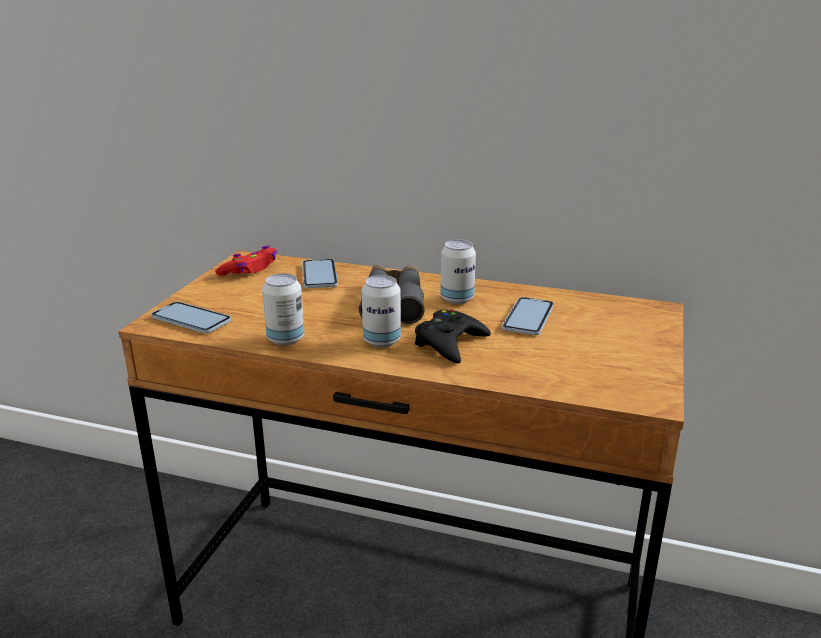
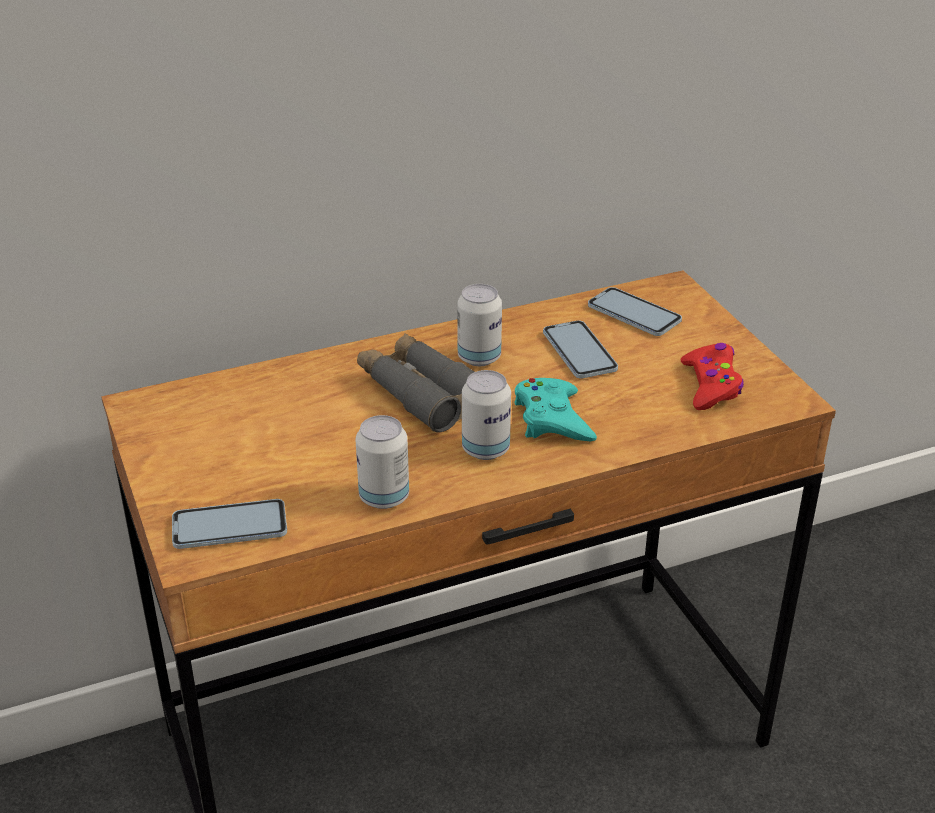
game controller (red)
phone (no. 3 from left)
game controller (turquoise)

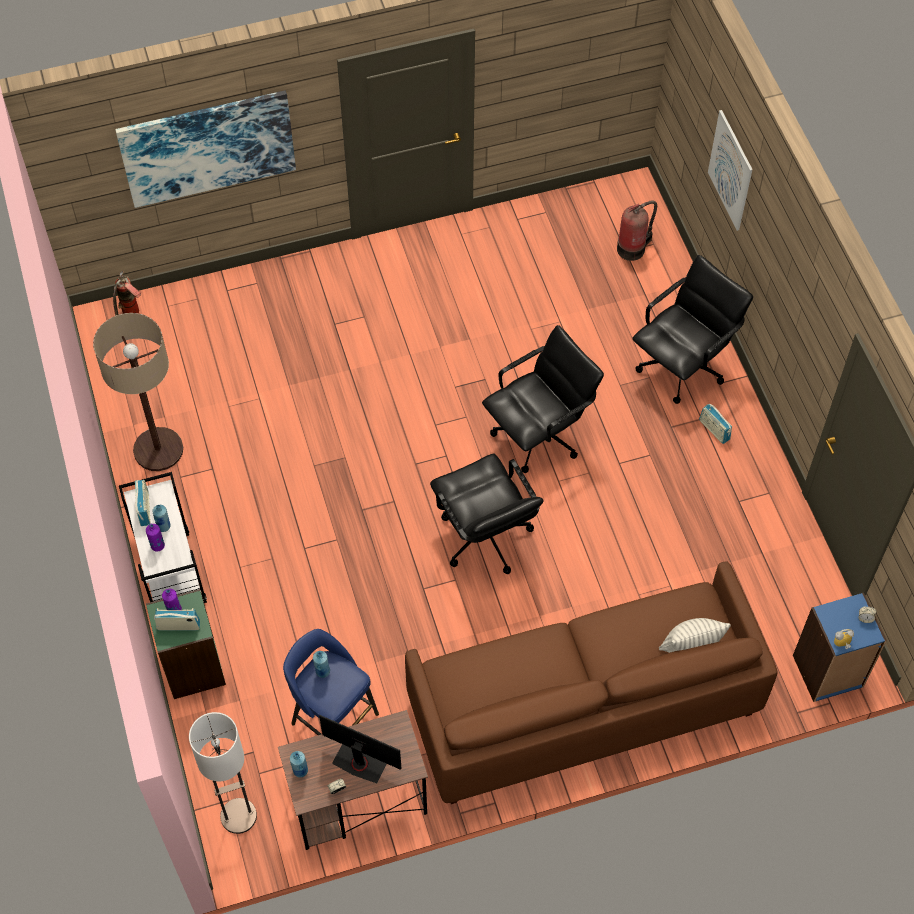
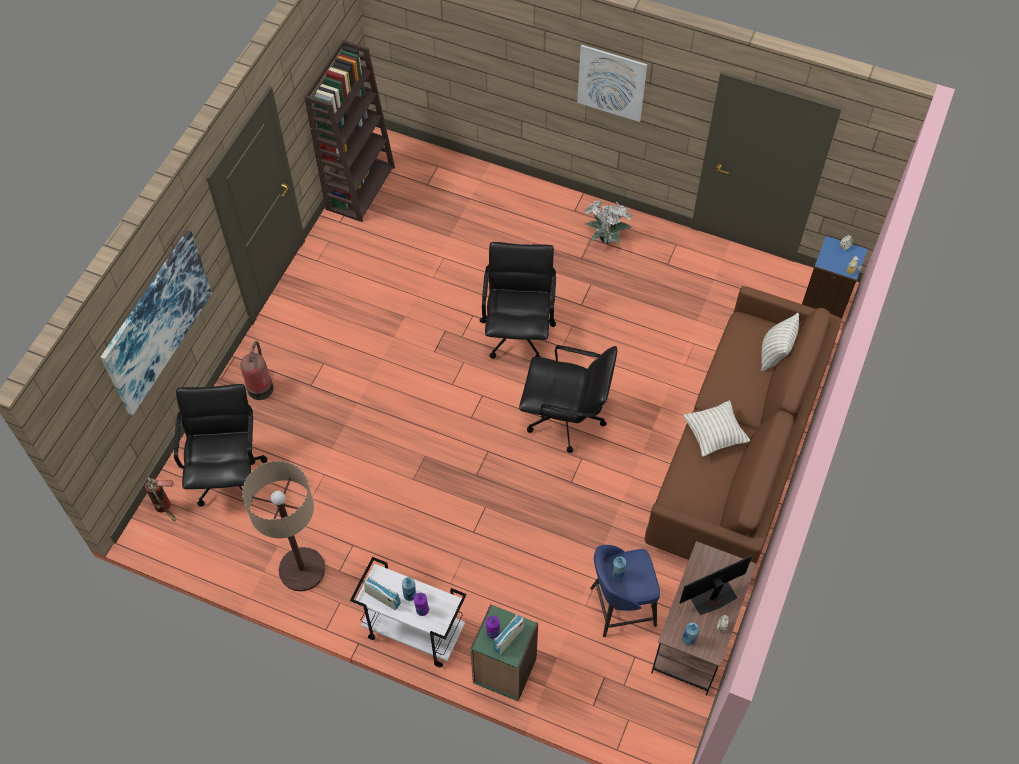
floor lamp (no. 2 from left in the first image)
fire extinguisher (no. 2 from left)
office chair (black) (no. 1 from left)
potted plant
picture (no. 2 from left)
bookcase (brown)
pillow (no. 1 from left)

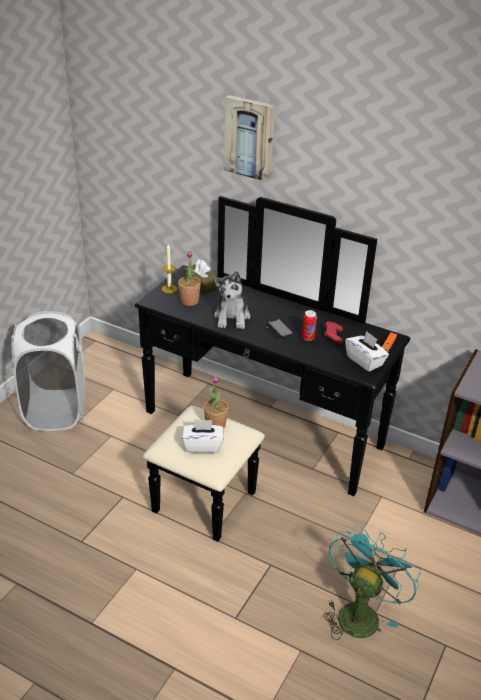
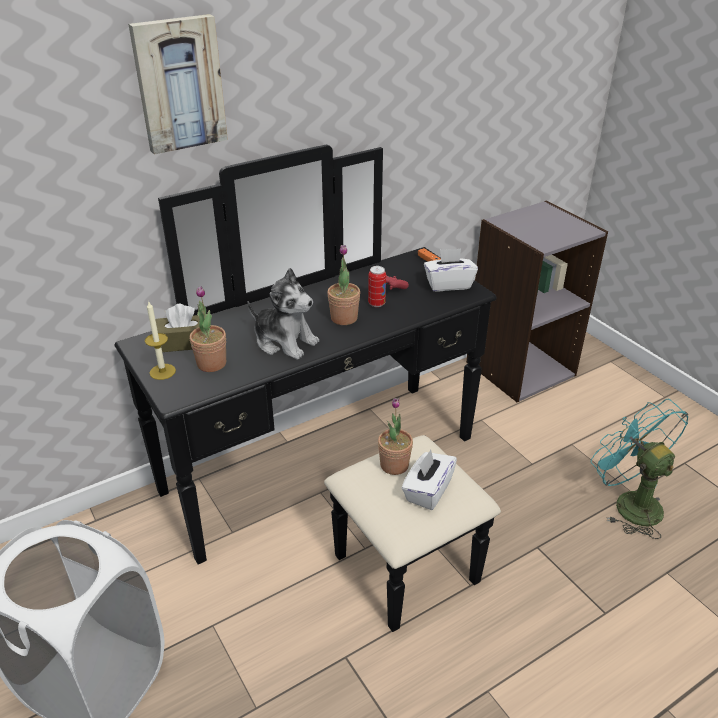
potted plant (no. 2 from left)

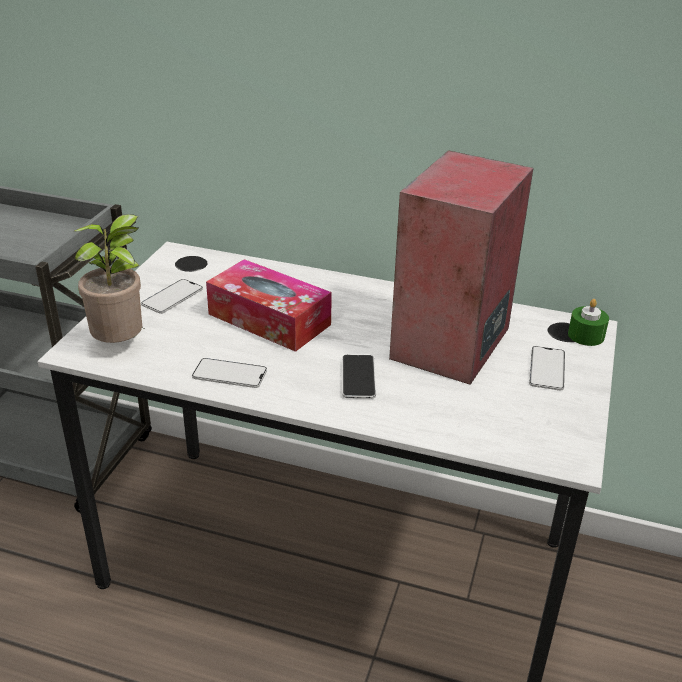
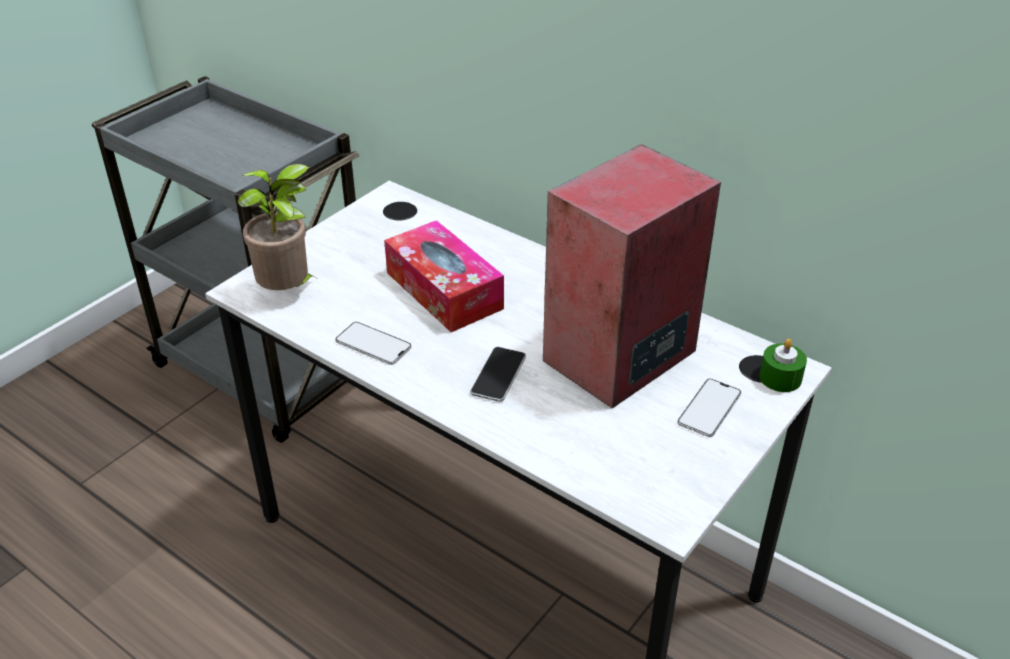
phone (no. 1 from left in the first image)

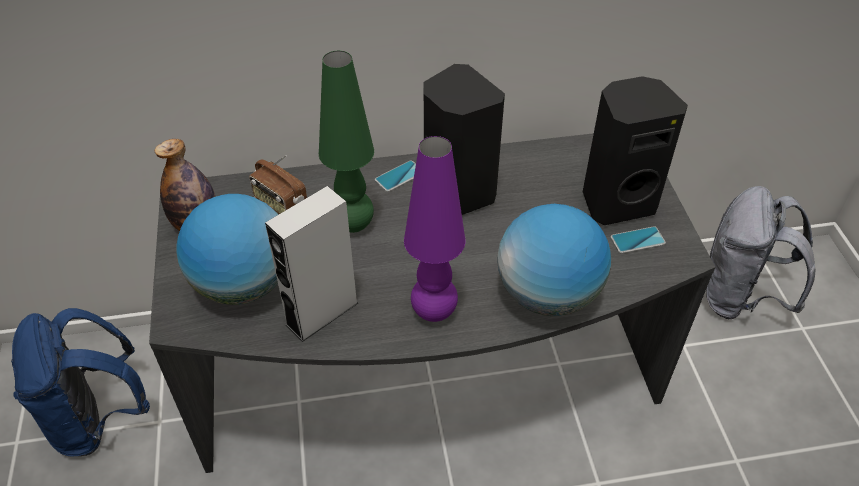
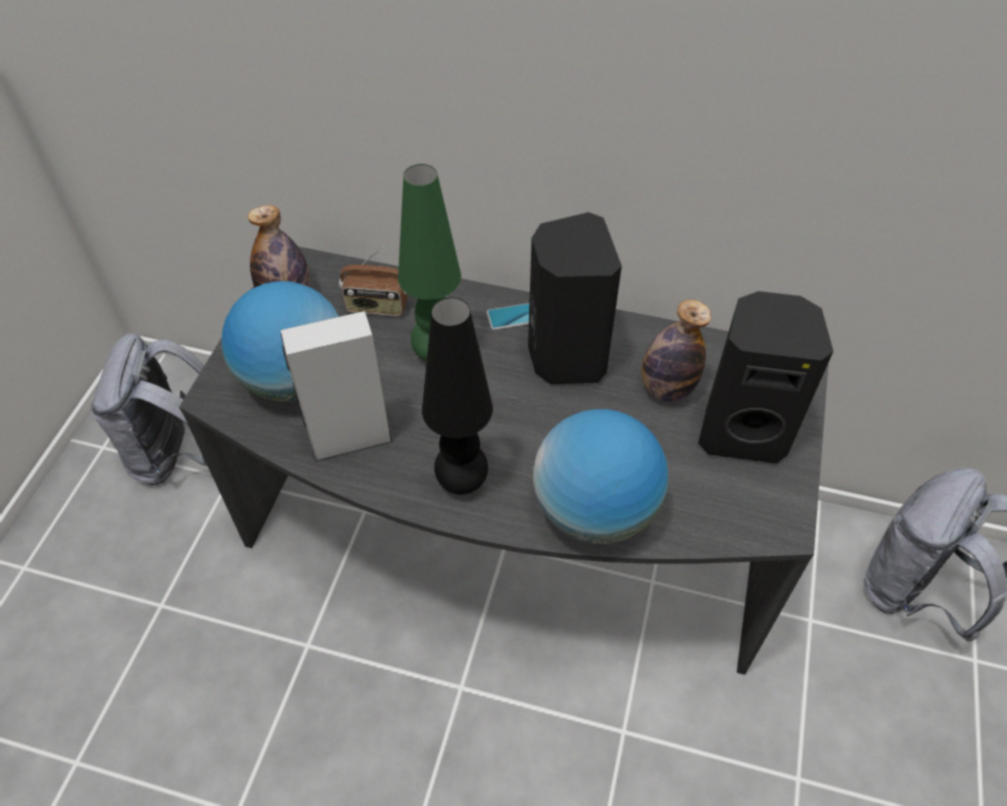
backpack (grey) (no. 1 from left)
radio
table lamp (black)
phone (no. 2 from left in the first image)
bottle (no. 2 from left)

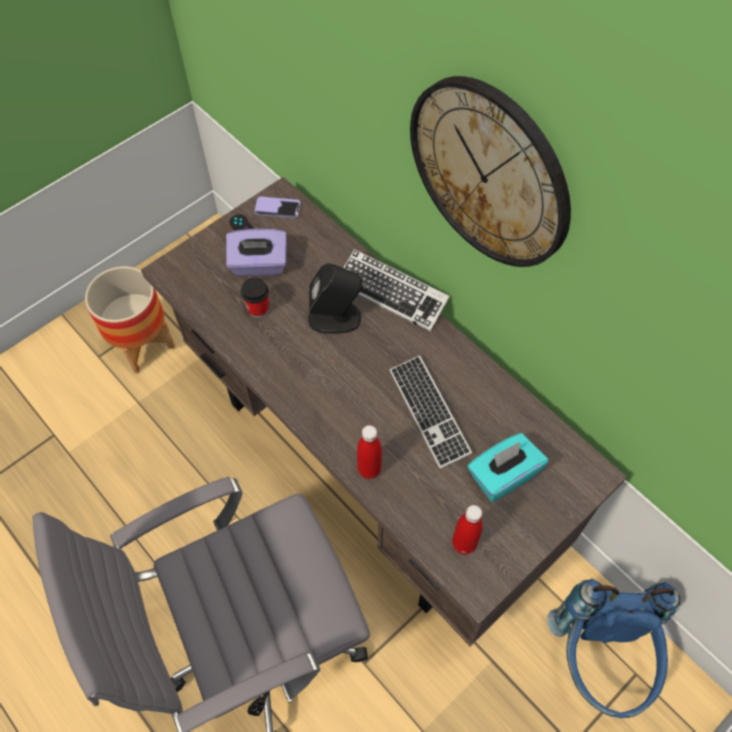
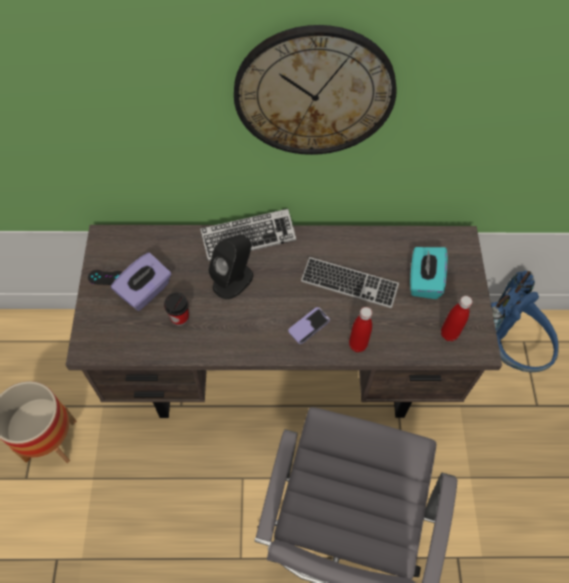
phone

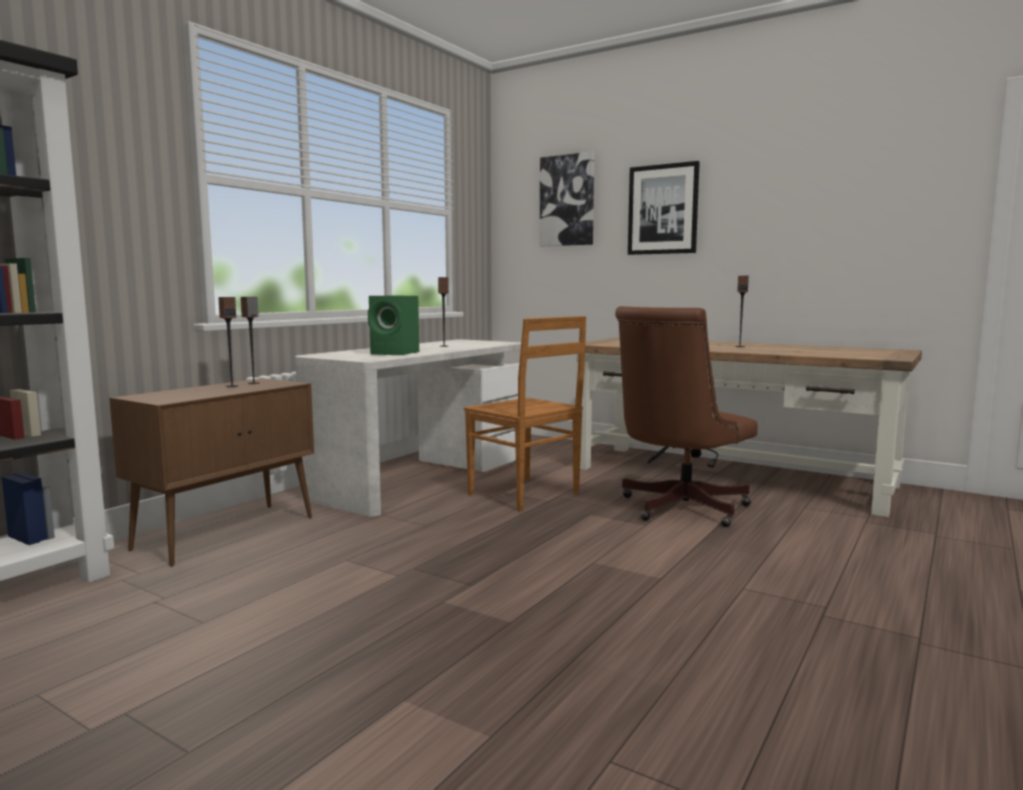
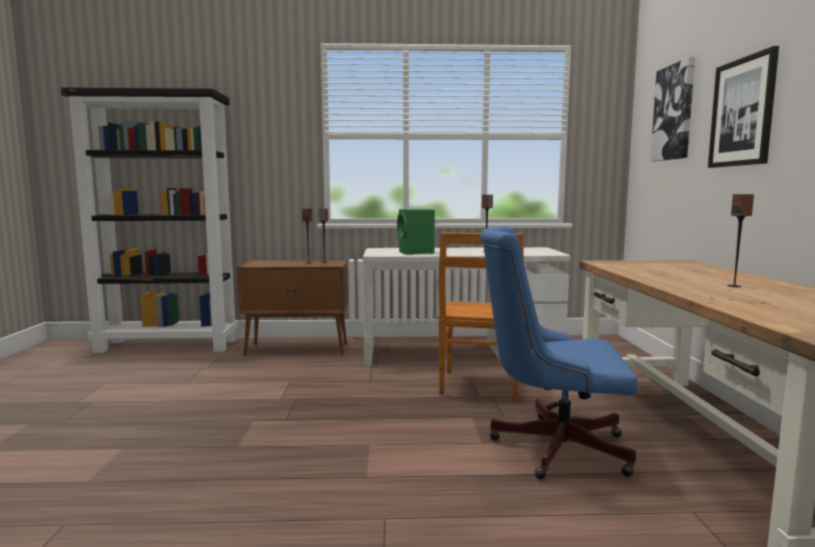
office chair (blue)

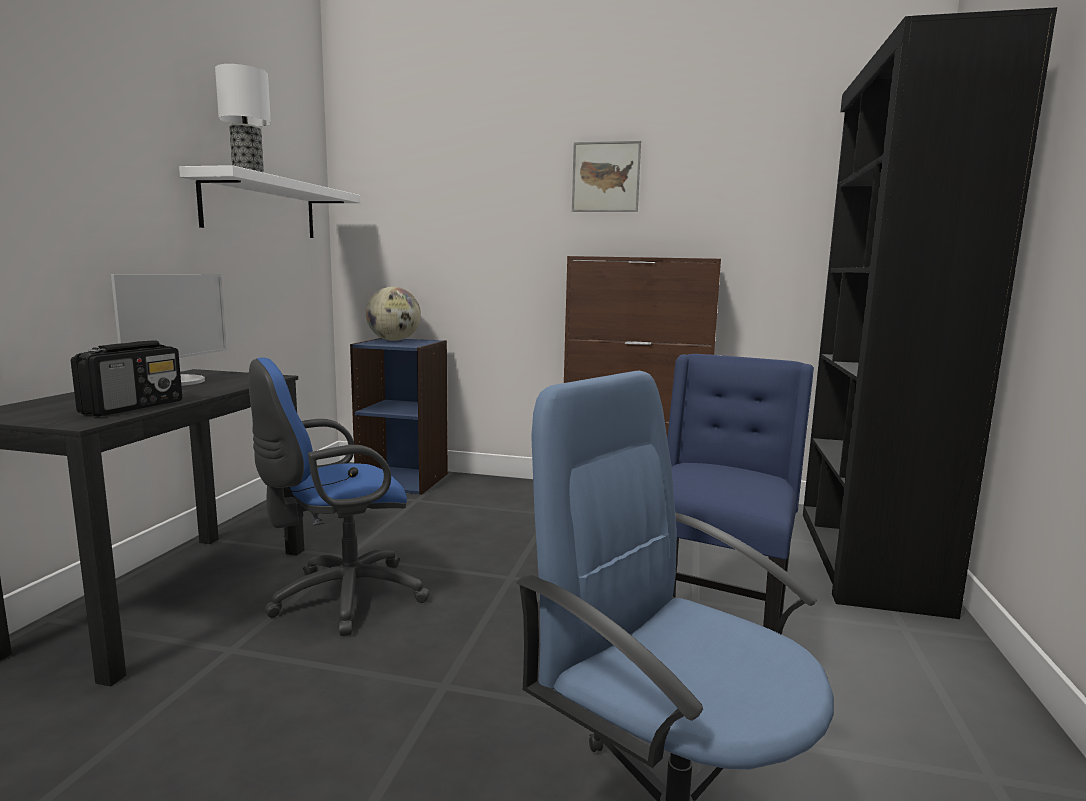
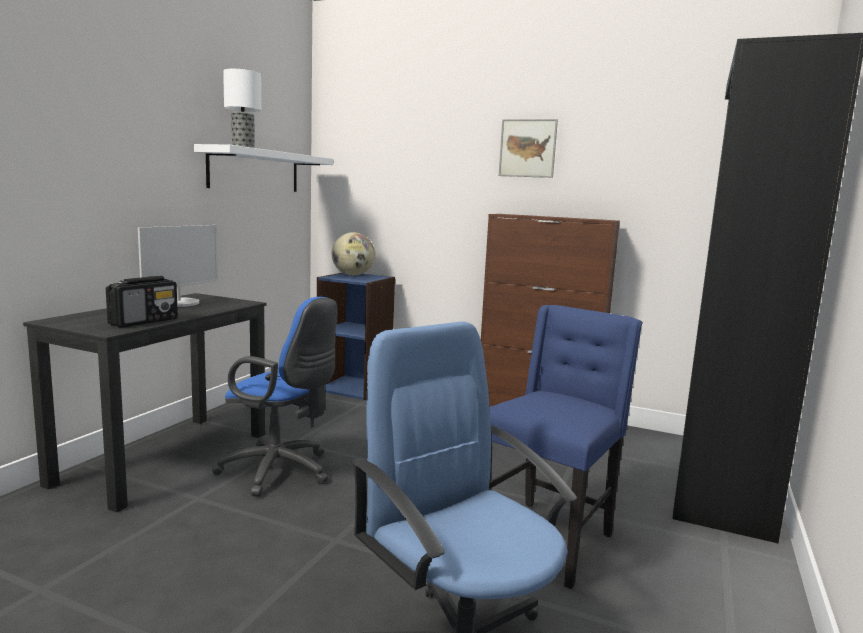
office chair (blue) (no. 1 from left)

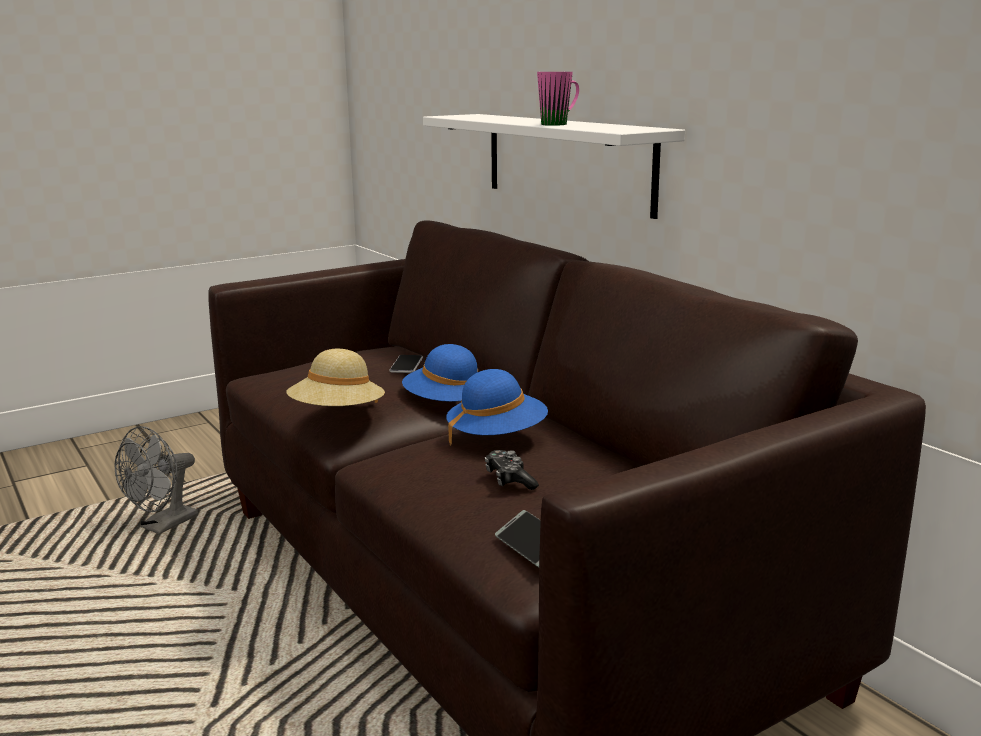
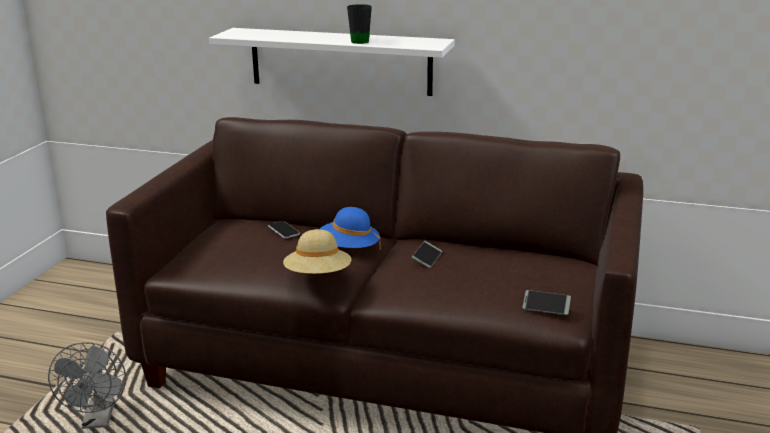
phone (no. 2 from left)
game controller
mug (black)

